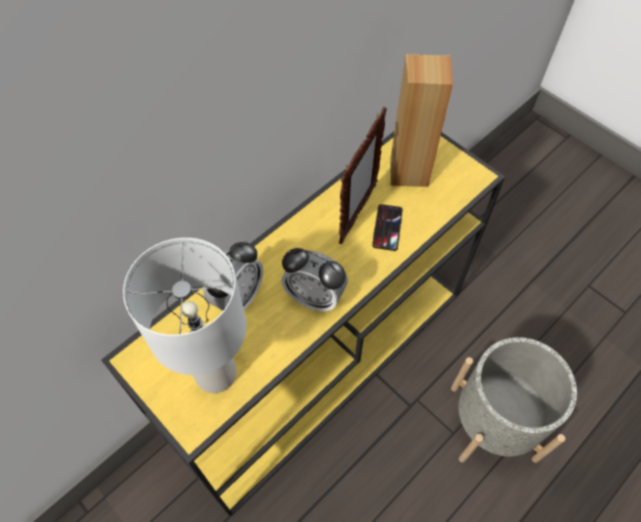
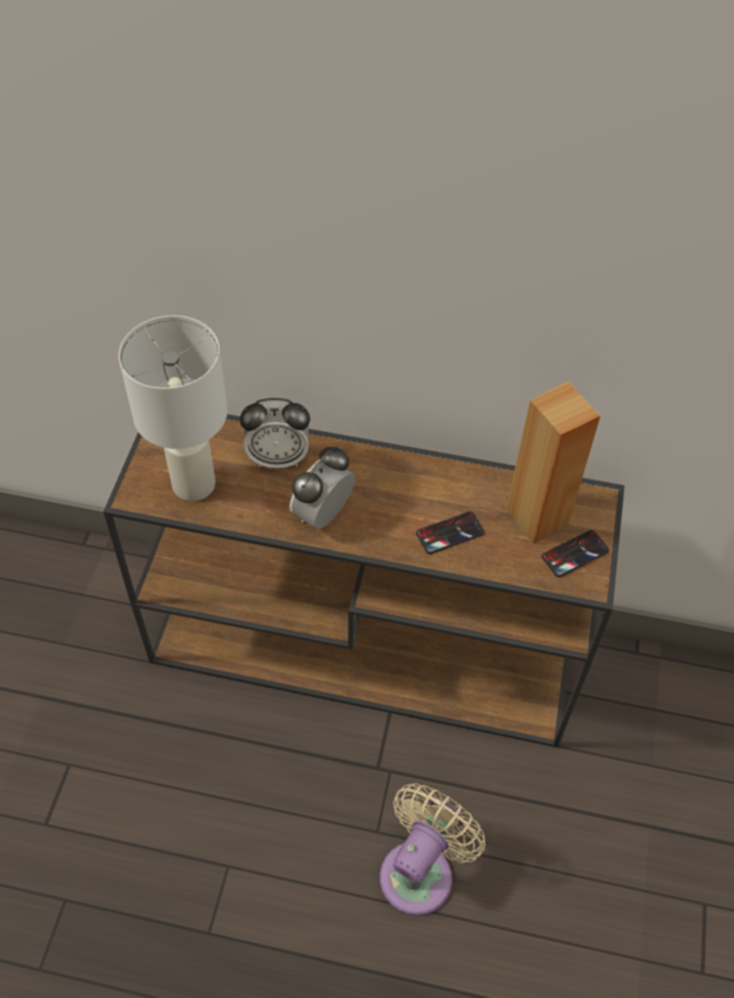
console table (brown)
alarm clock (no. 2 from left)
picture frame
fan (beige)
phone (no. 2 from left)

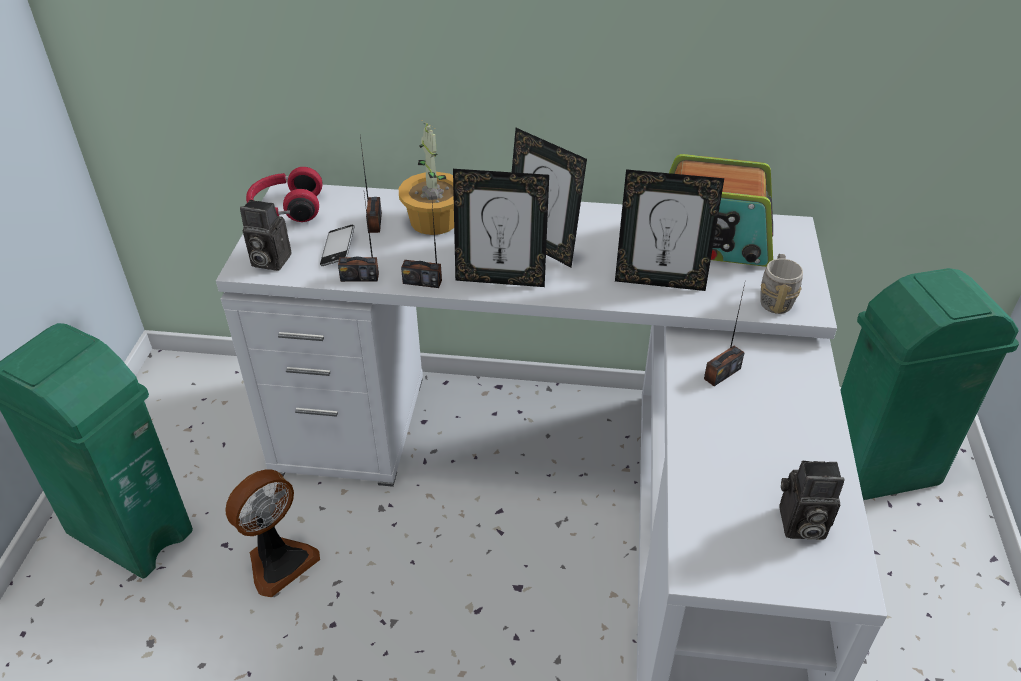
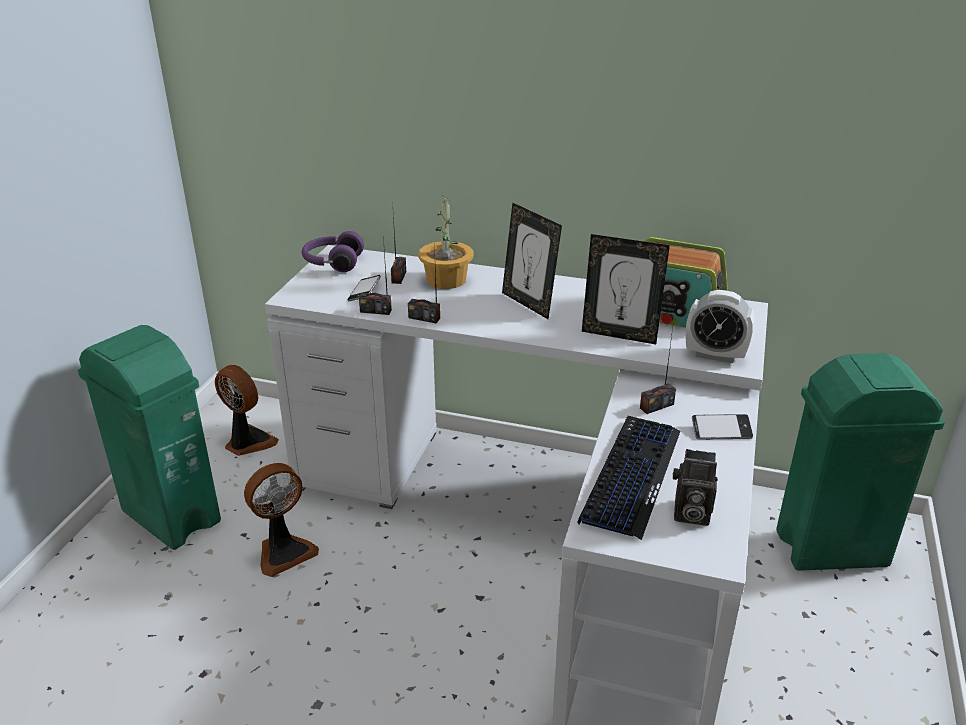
photo camera (no. 1 from left in the first image)
headphones (purple)
picture frame (no. 1 from left in the first image)
alarm clock
fan (no. 1 from left)
keyboard
phone (no. 2 from left)

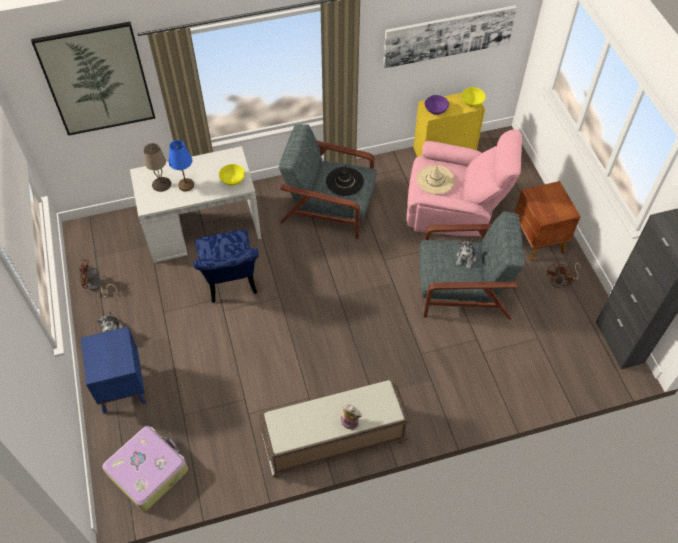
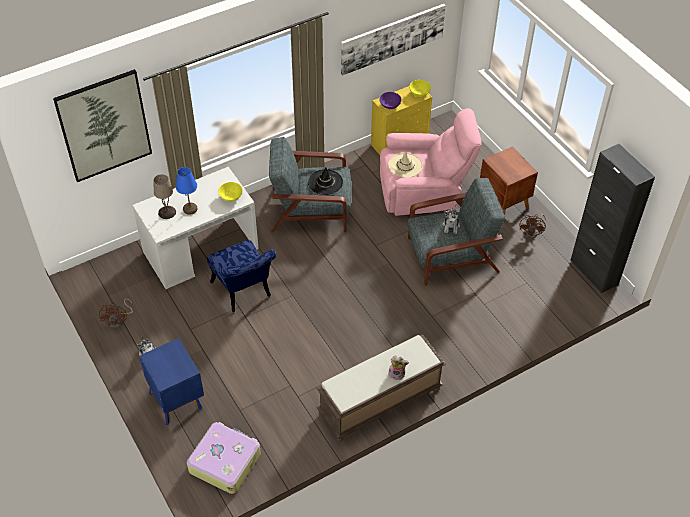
fan (brown) (no. 1 from left)

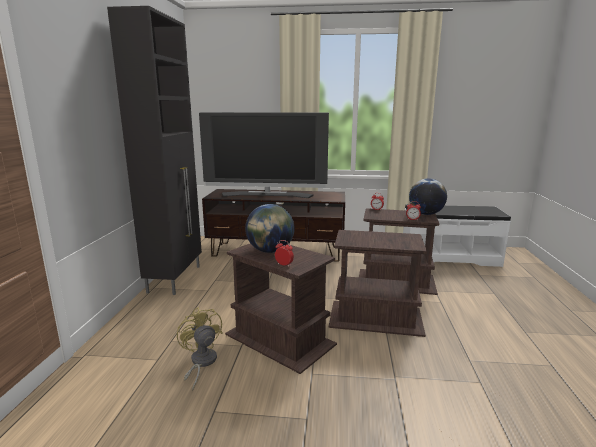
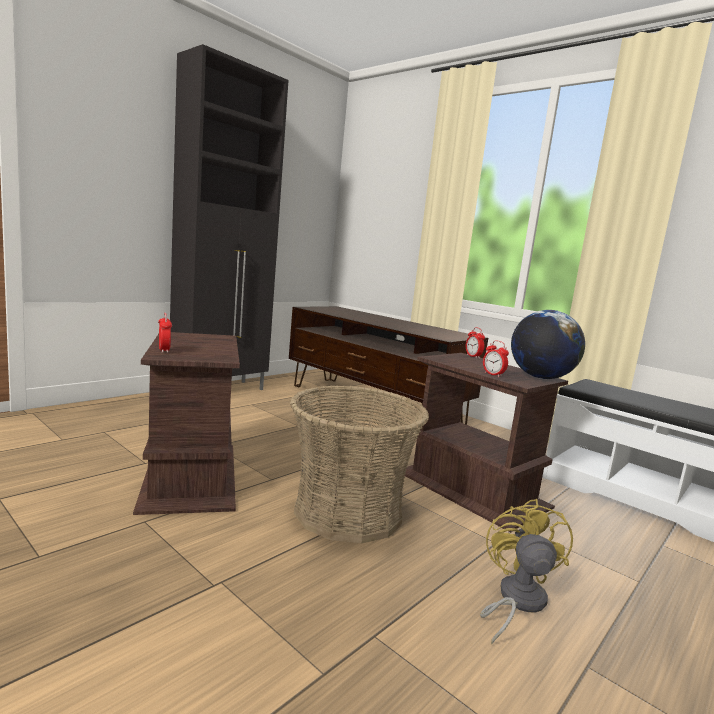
fan (yellow)
television
globe (no. 1 from left in the first image)
basket

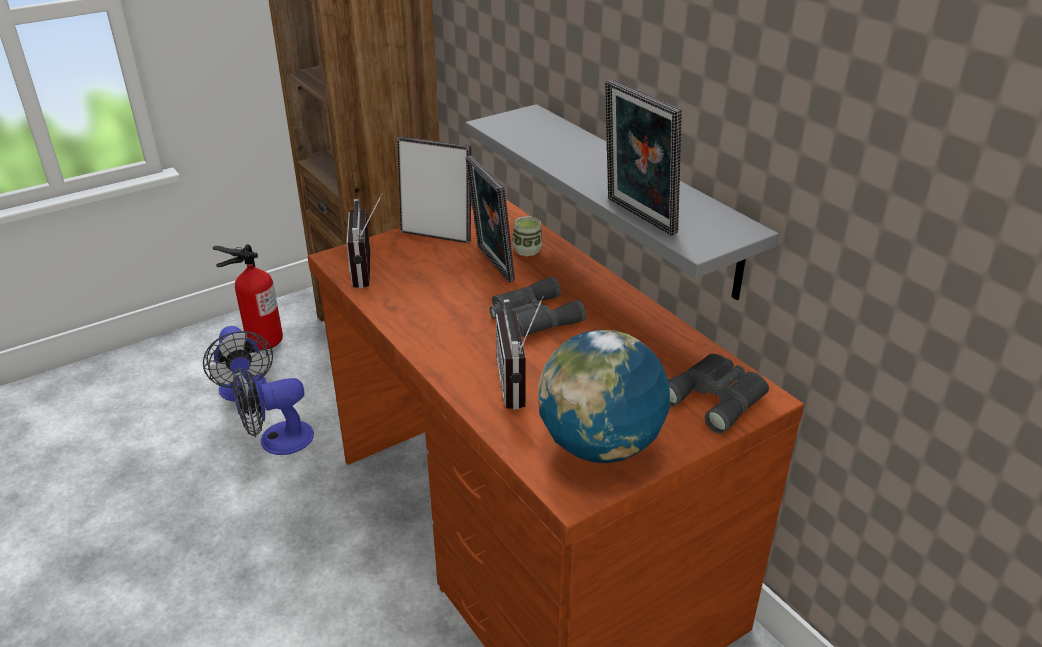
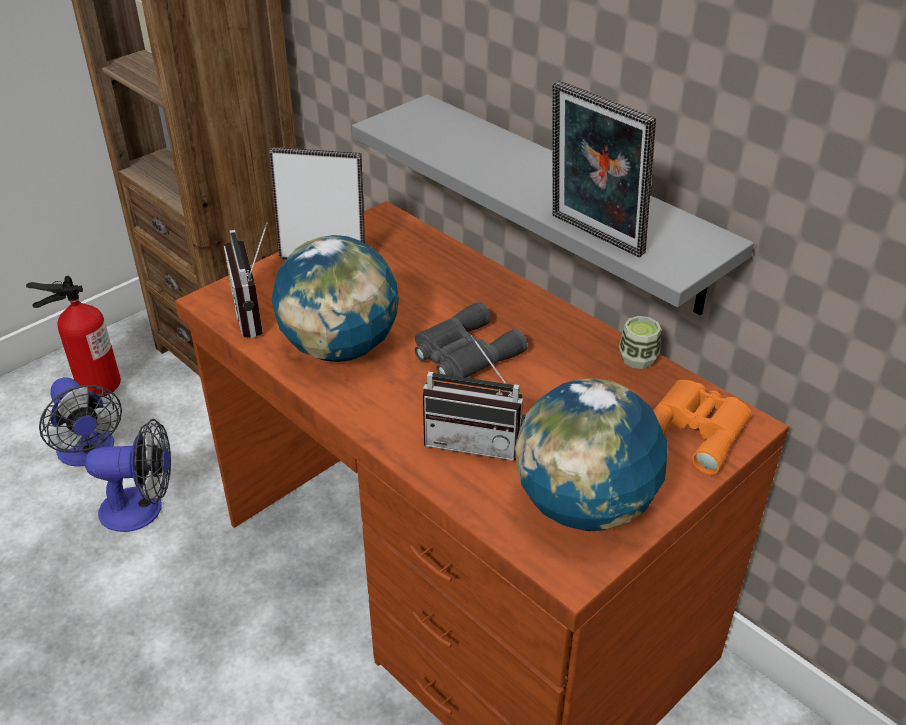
fan (no. 2 from left)
picture frame (no. 2 from left in the first image)
radio (no. 2 from left)
cup
binoculars (orange)
globe (no. 1 from left)

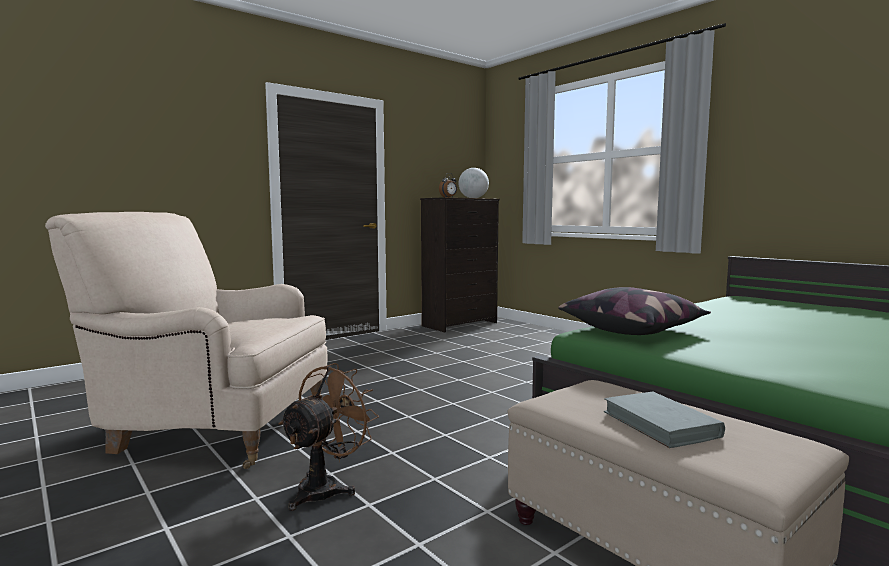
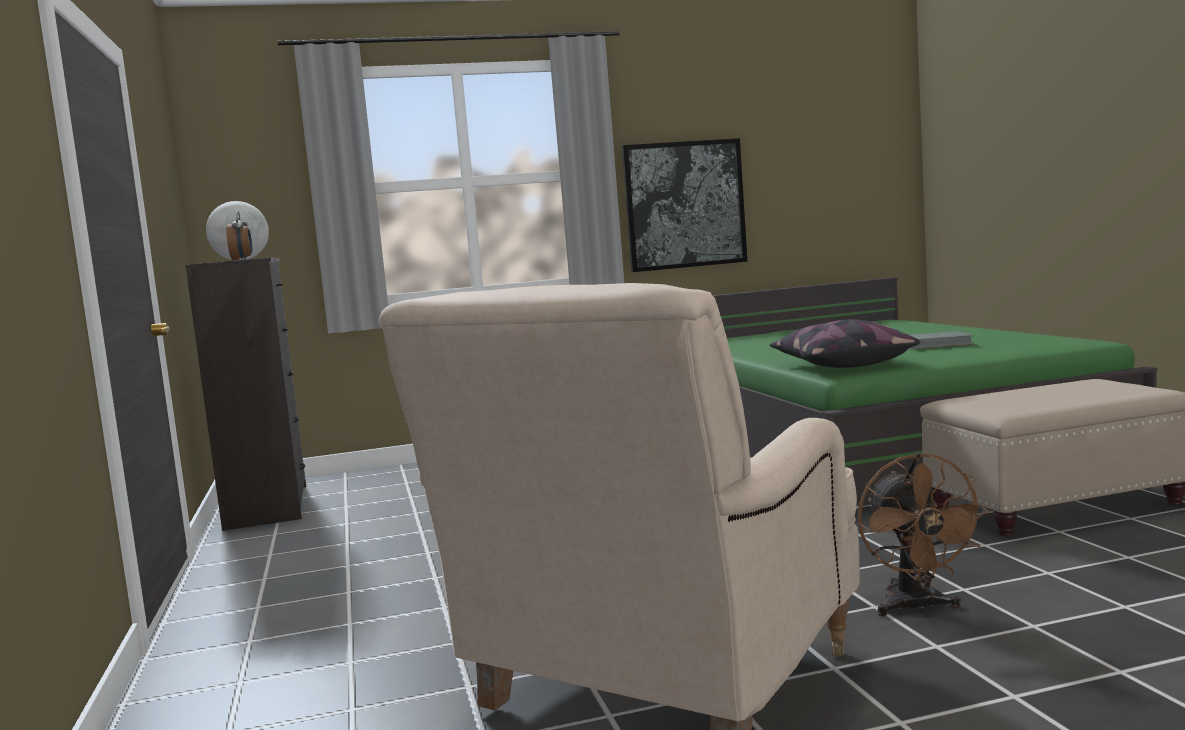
fan (brown)
book (grey)
picture

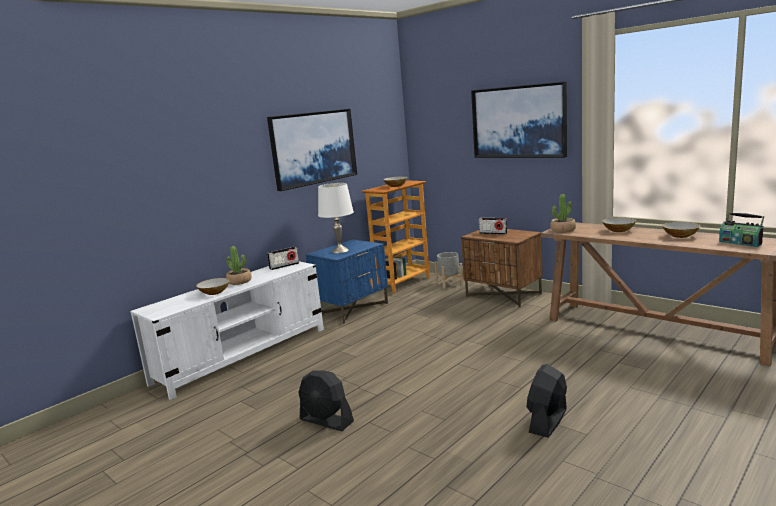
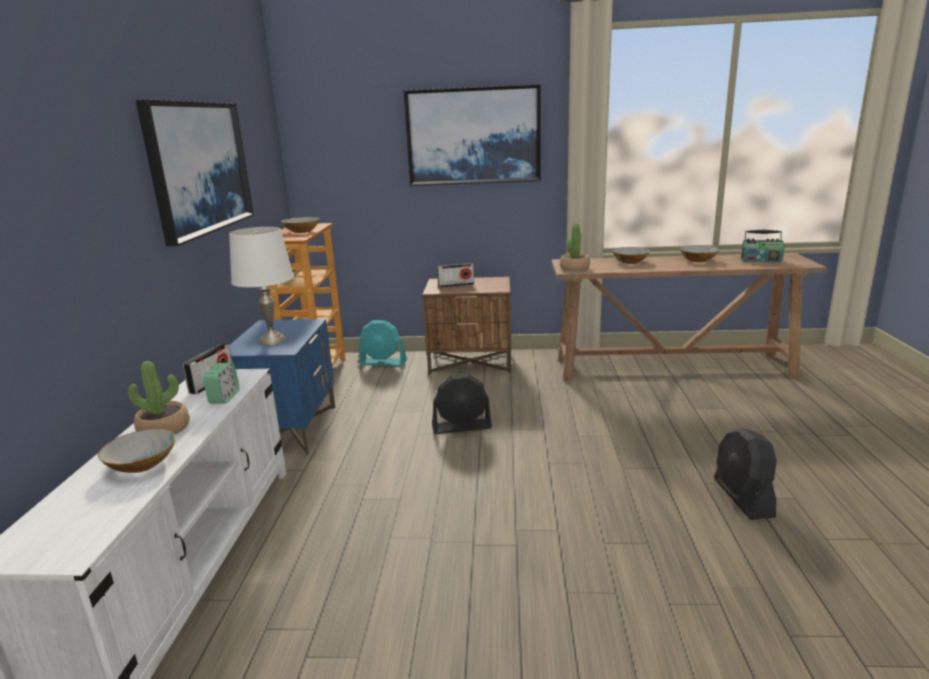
fan (black) (no. 1 from left)
fan (turquoise)
alarm clock

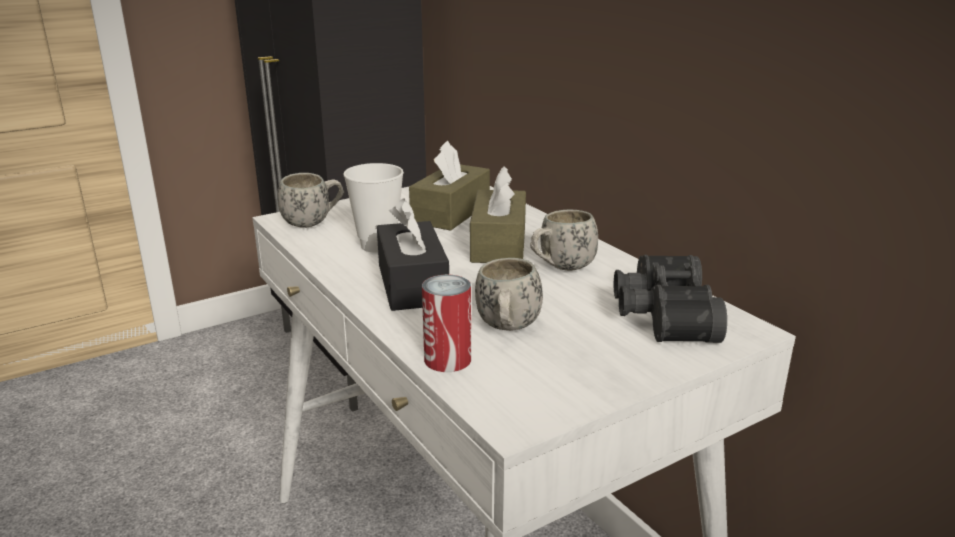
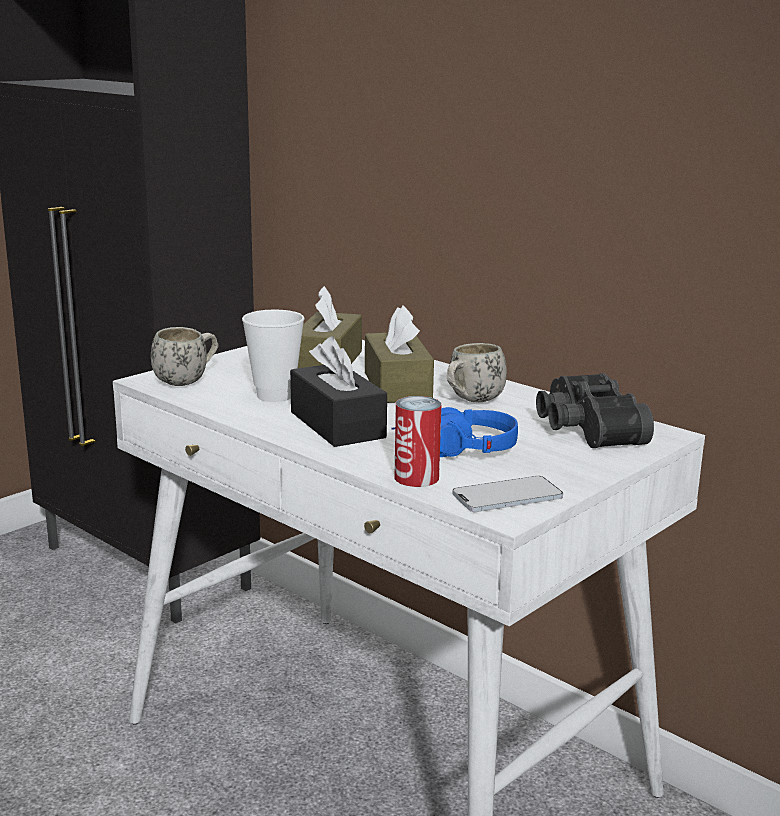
headphones (blue)
phone

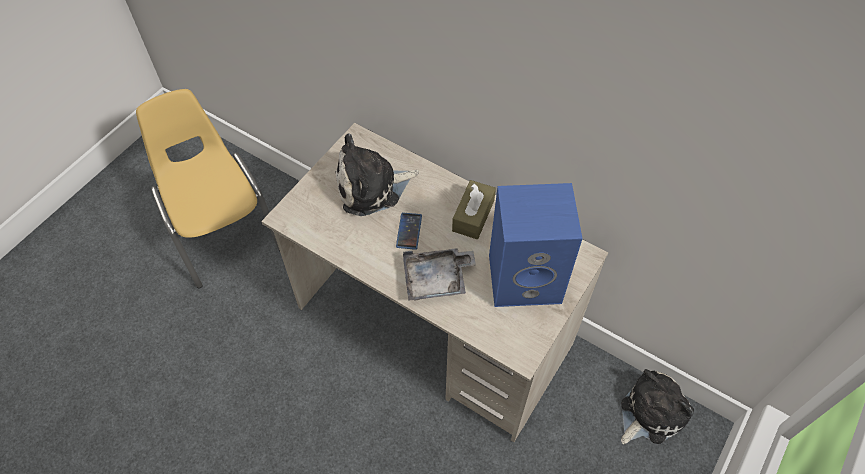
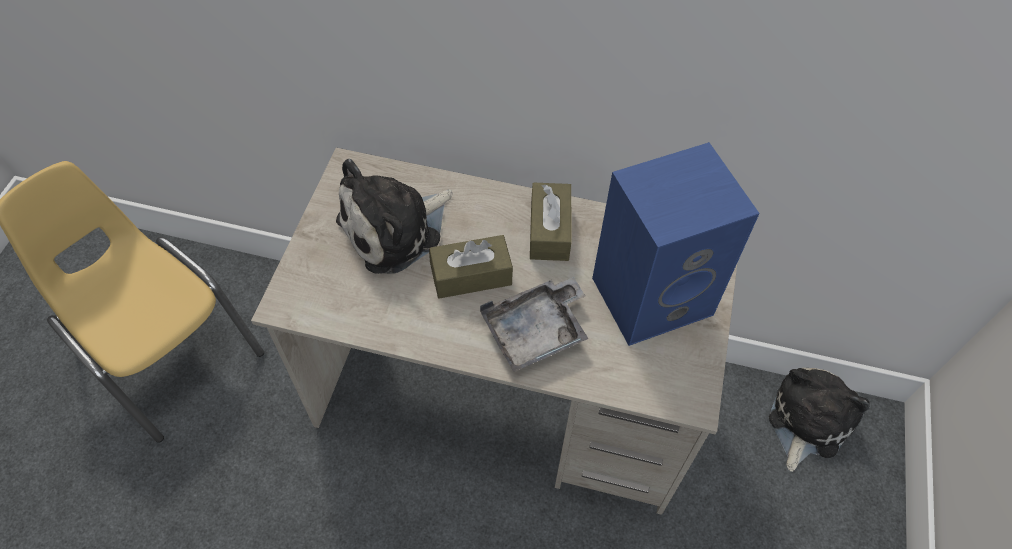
tissue box (brown) (no. 1 from left)

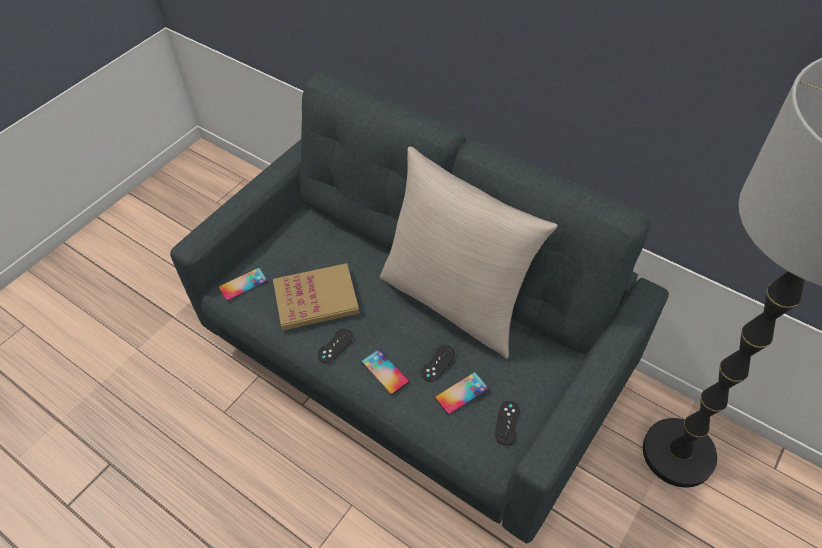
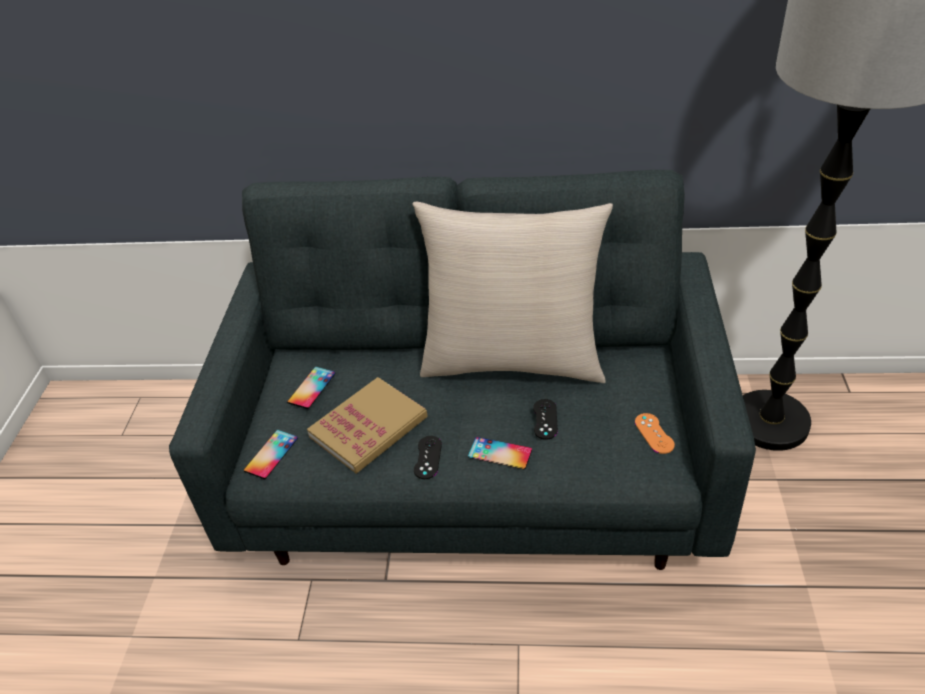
phone (no. 2 from left)
game controller (orange)

